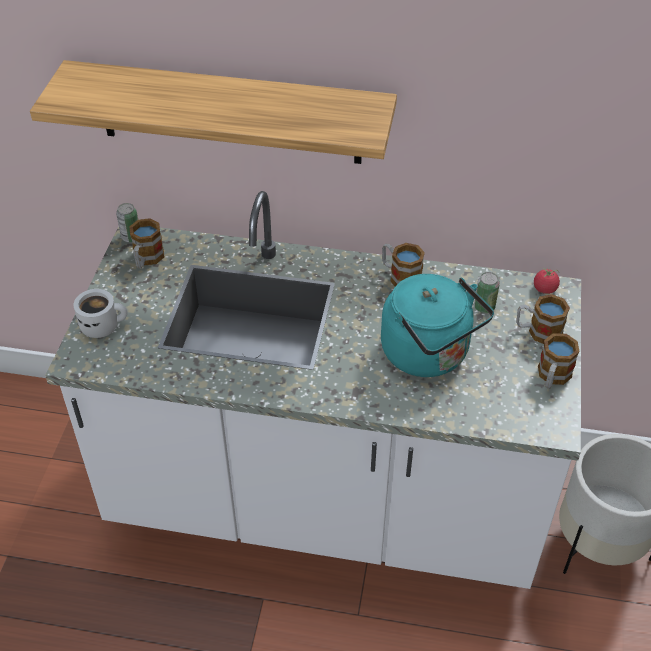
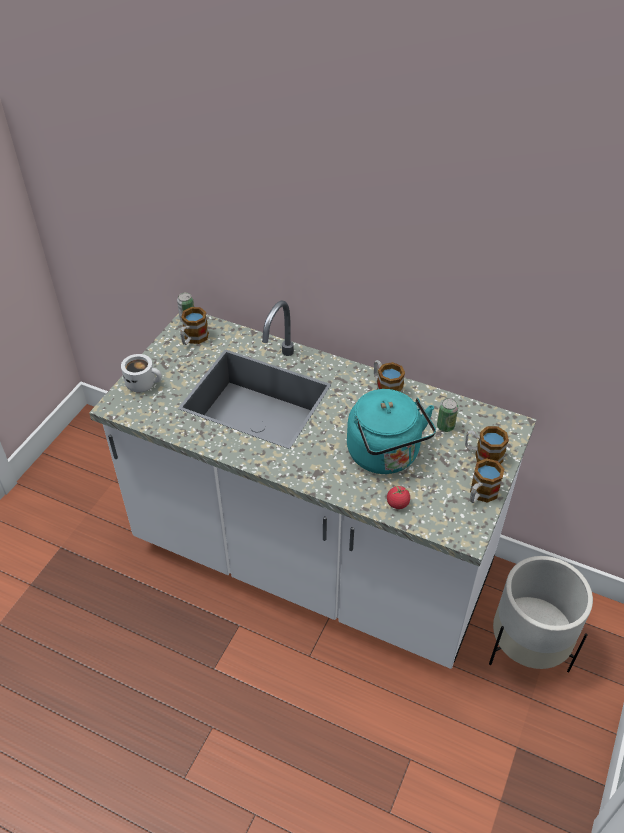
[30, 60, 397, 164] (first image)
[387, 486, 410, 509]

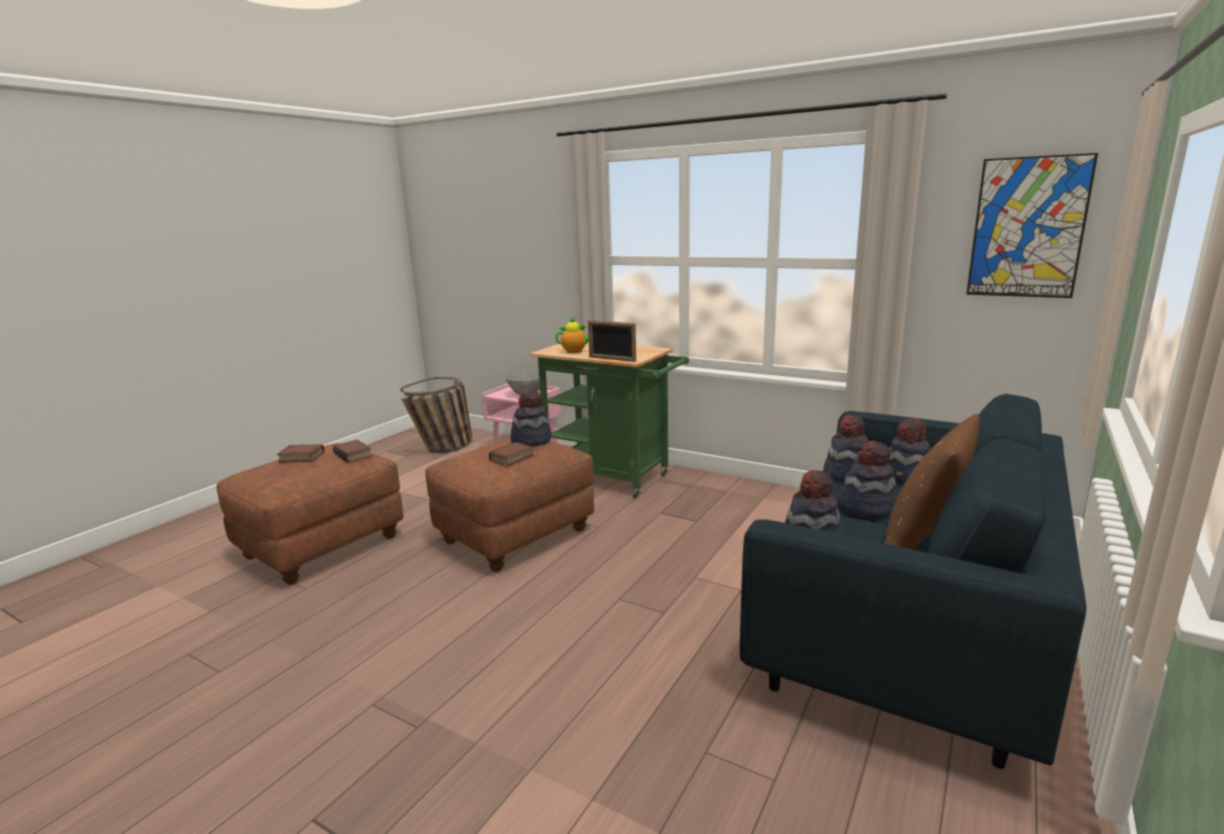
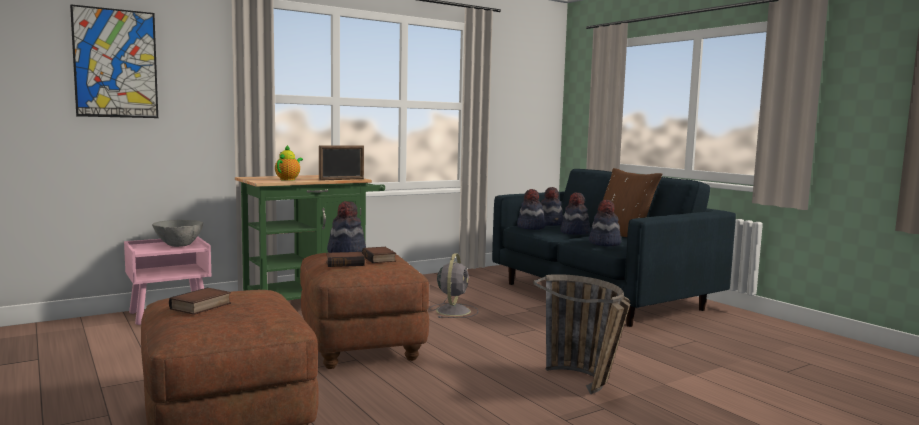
[70, 4, 158, 118]
[533, 274, 630, 394]
[326, 252, 365, 267]
[429, 253, 479, 318]

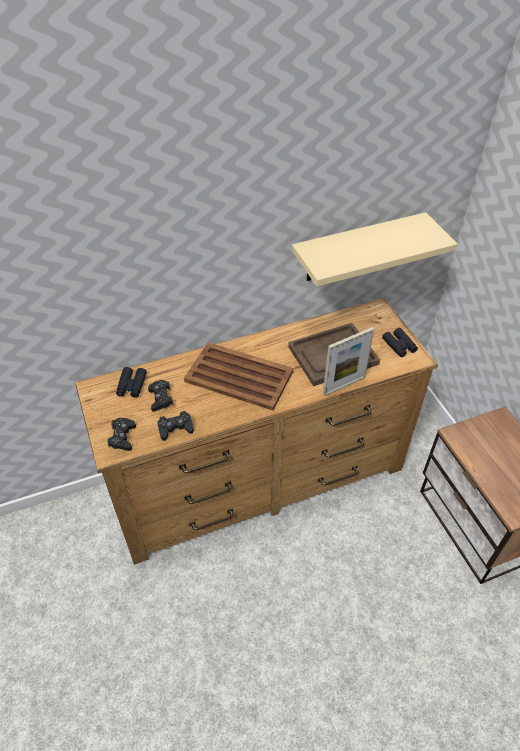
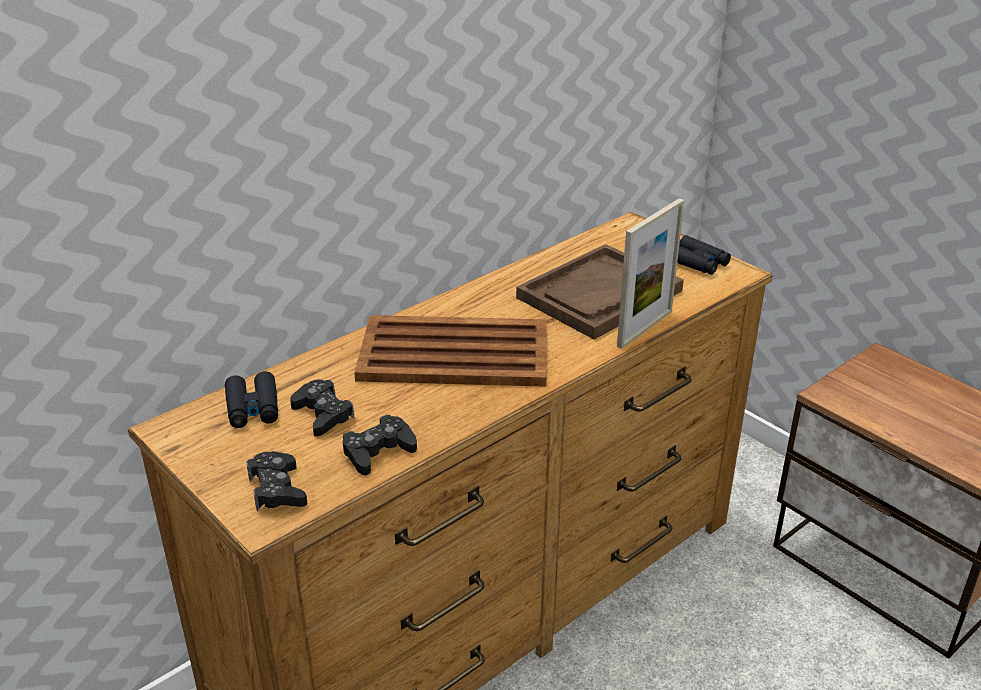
[292, 212, 458, 287] (first image)

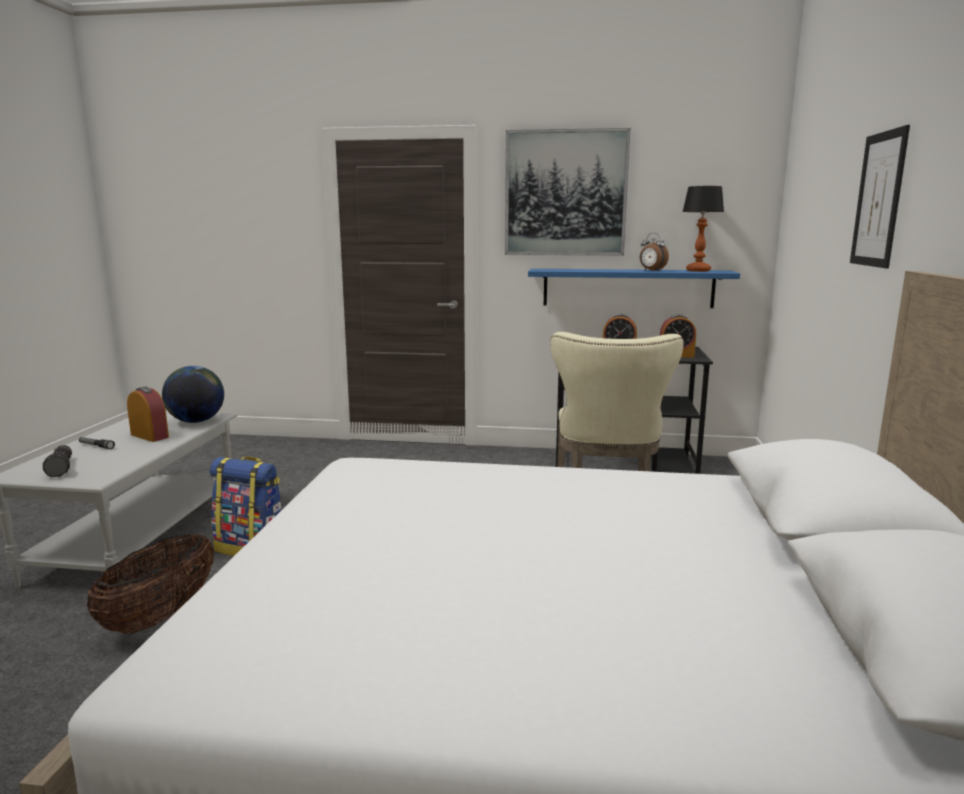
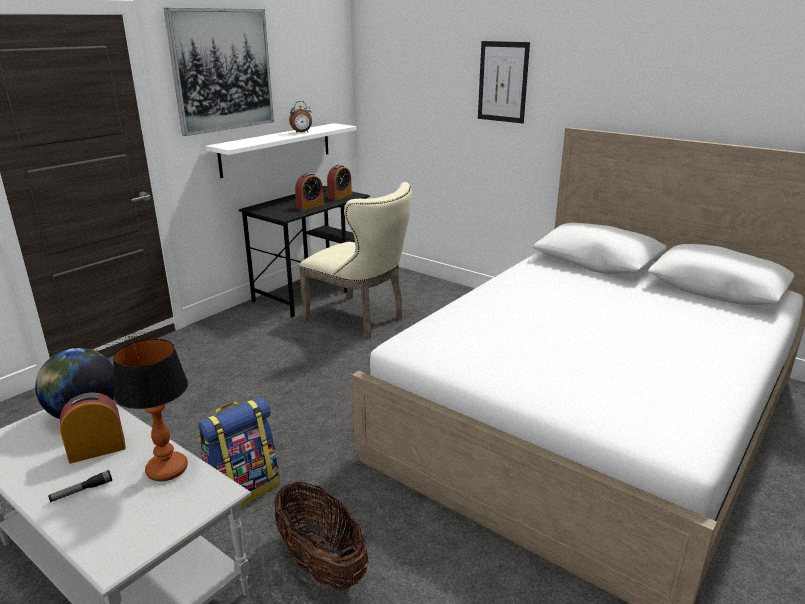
[113, 339, 188, 481]
[205, 123, 356, 178]
[43, 445, 72, 477] (first image)

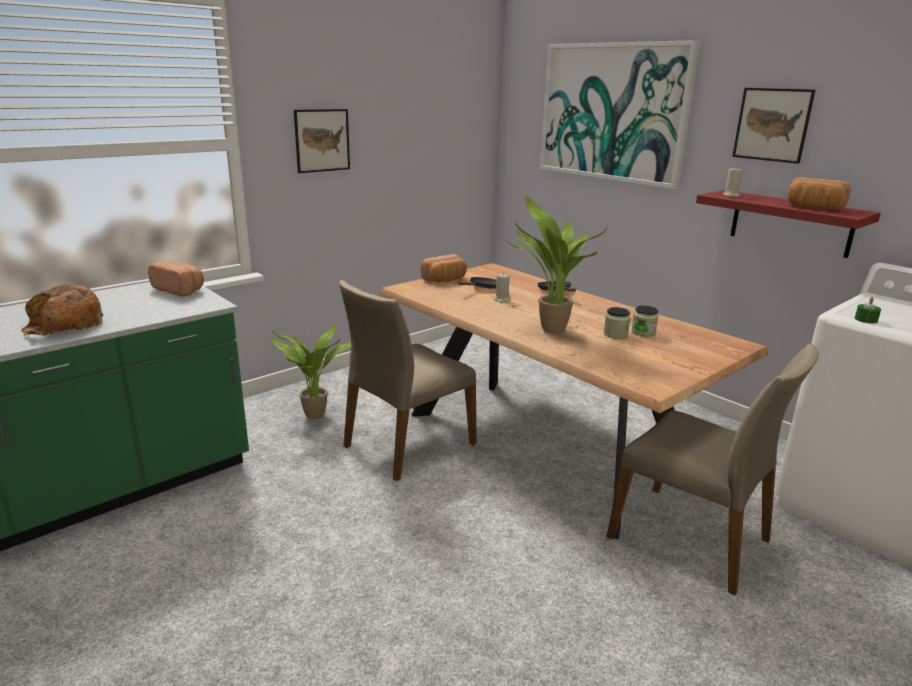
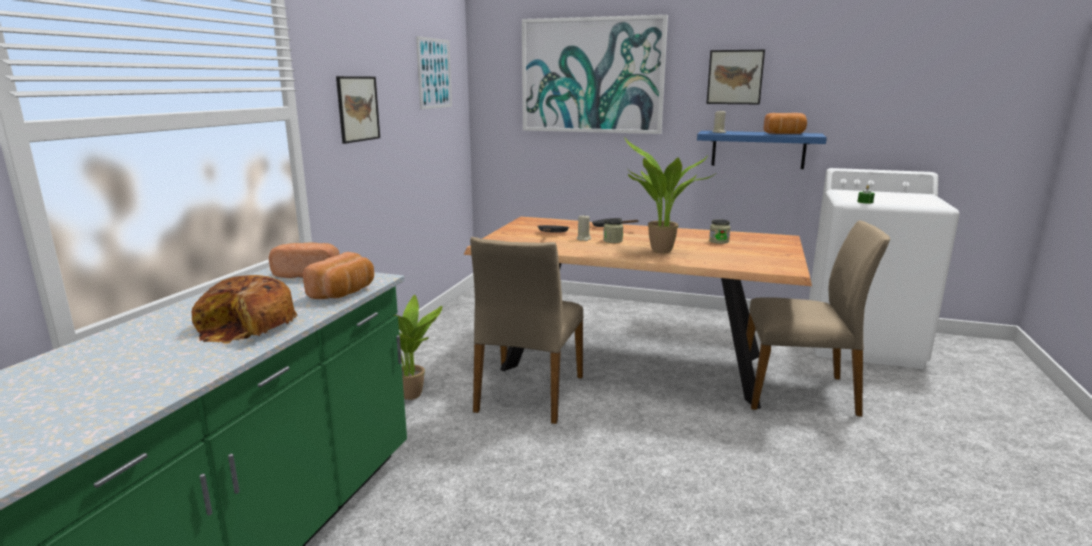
[697, 131, 827, 169]
[303, 252, 374, 299]
[603, 219, 623, 243]
[416, 36, 452, 109]

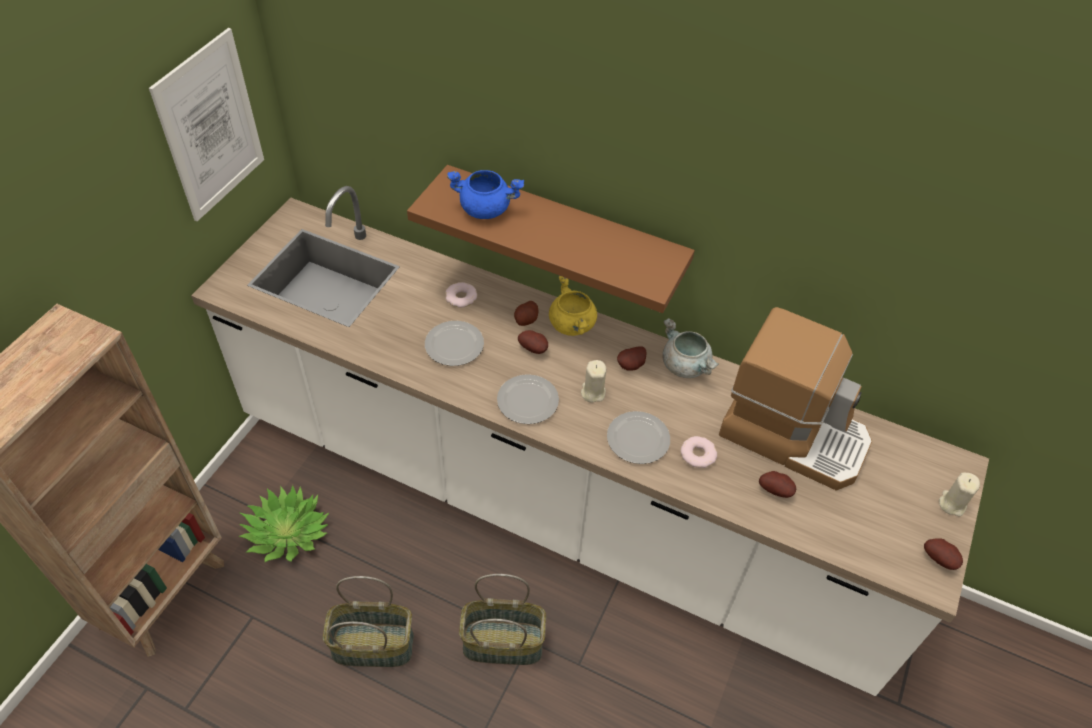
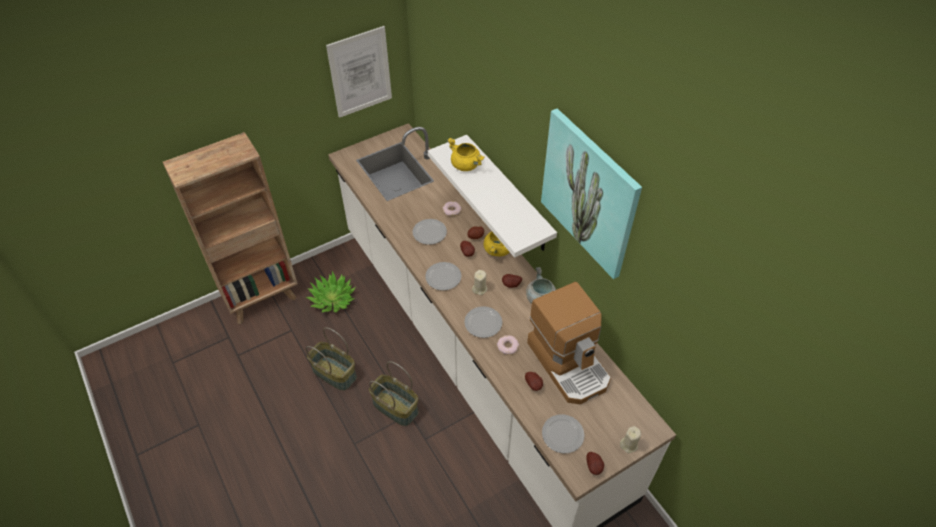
[428, 135, 557, 258]
[447, 138, 485, 171]
[541, 108, 642, 279]
[542, 414, 584, 453]

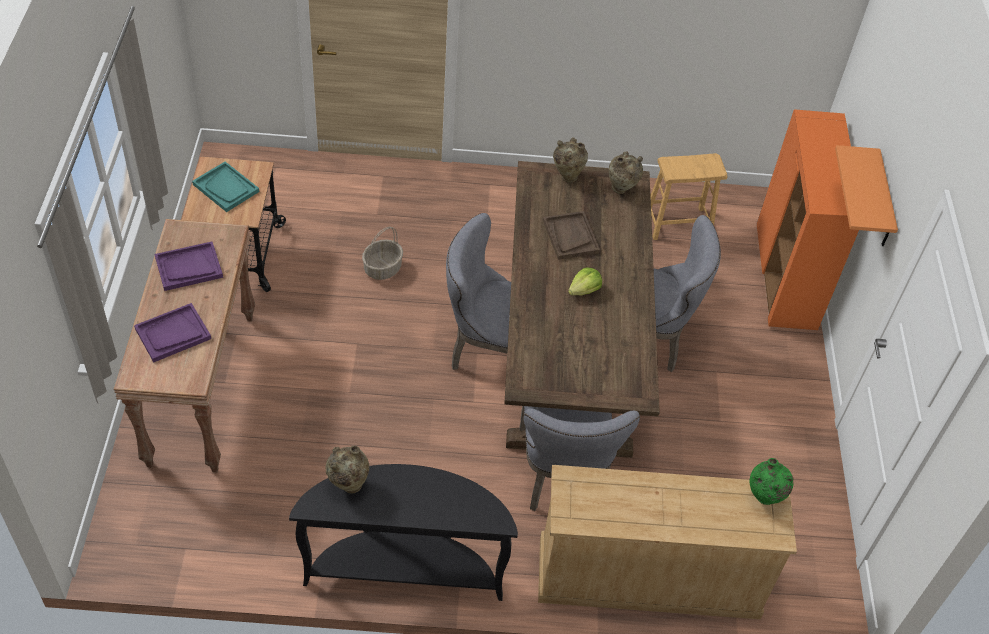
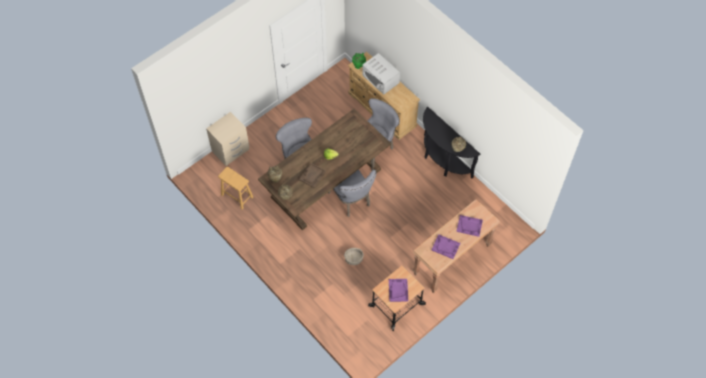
[206, 112, 249, 166]
[835, 145, 898, 246] (first image)
[389, 279, 408, 302]
[363, 53, 400, 95]

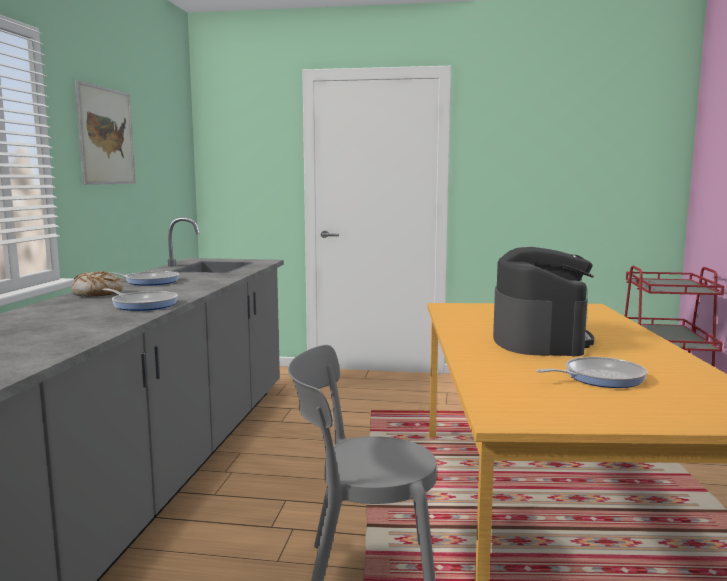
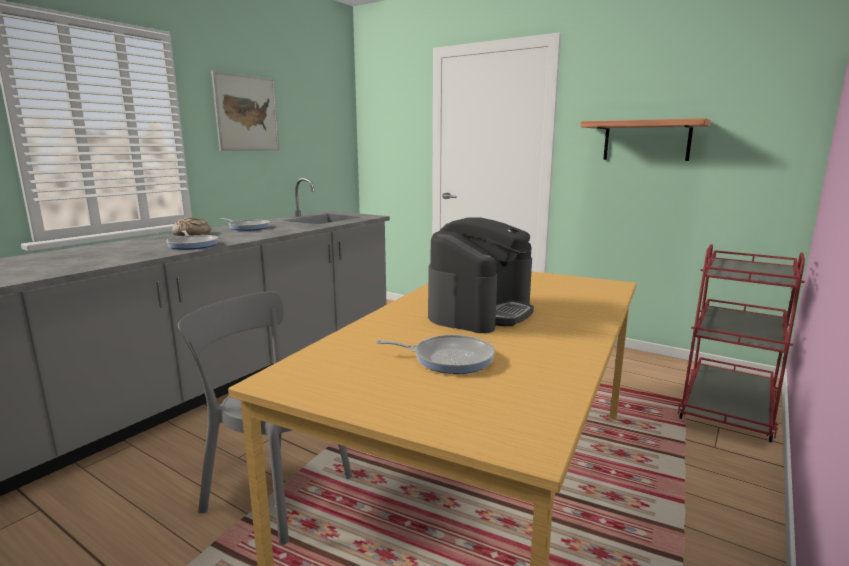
[580, 118, 711, 161]

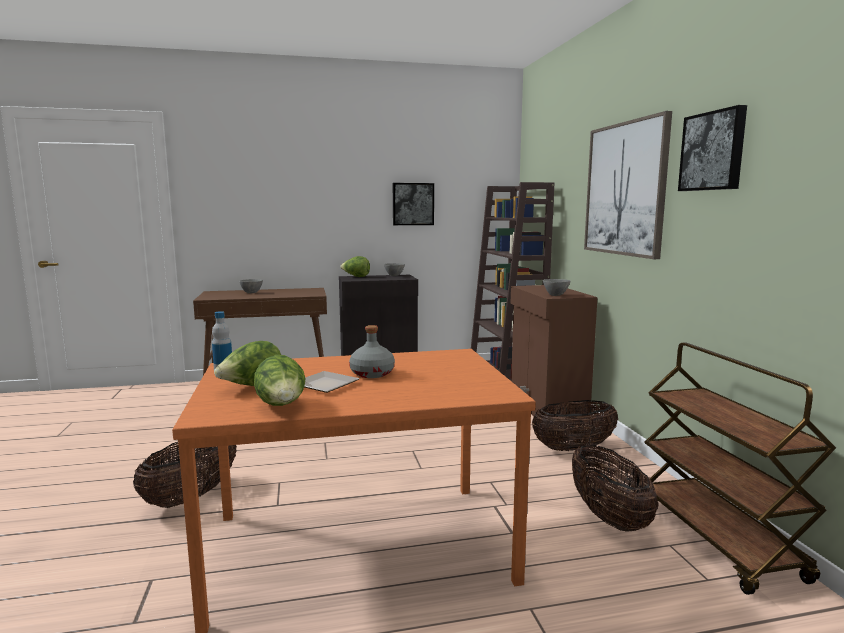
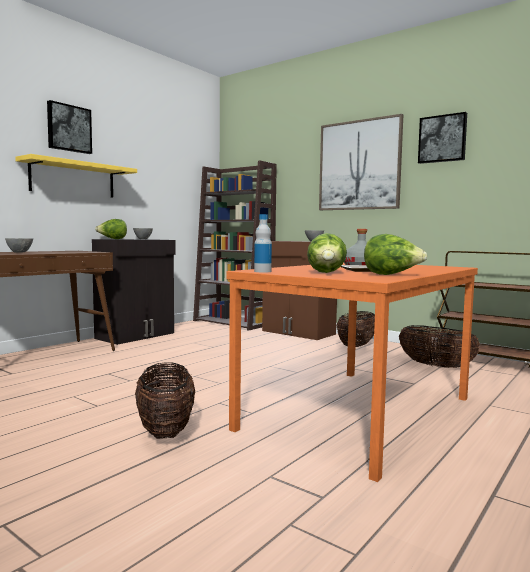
[47, 100, 92, 154]
[15, 154, 137, 198]

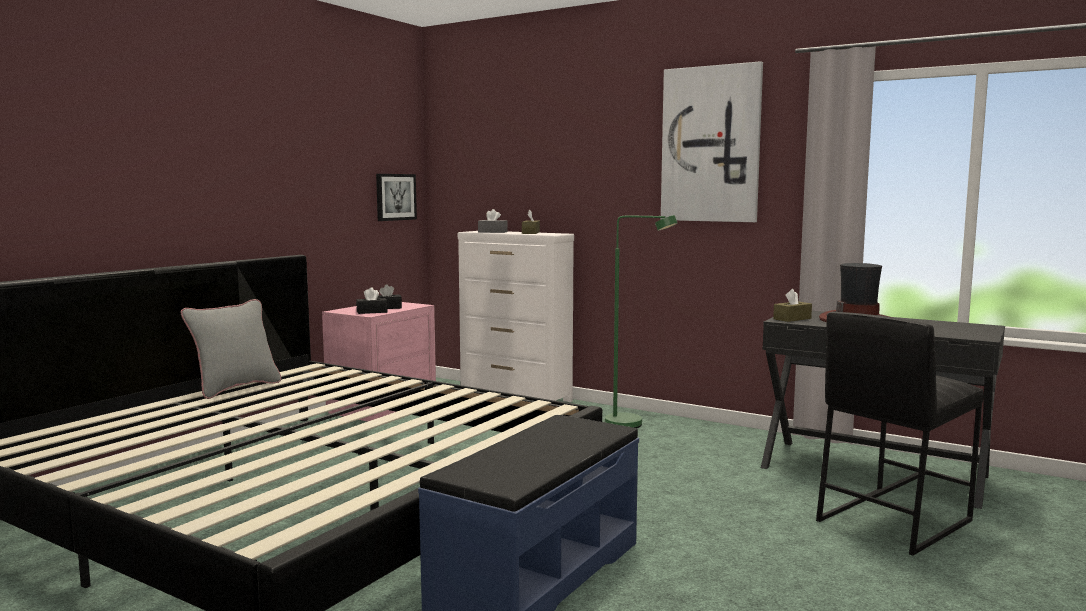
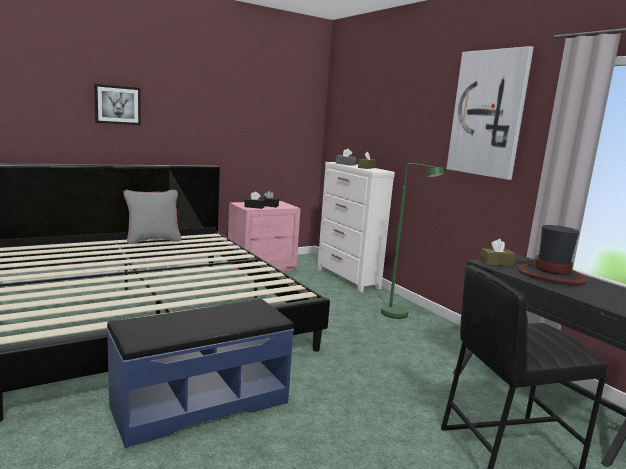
[94, 84, 141, 125]

